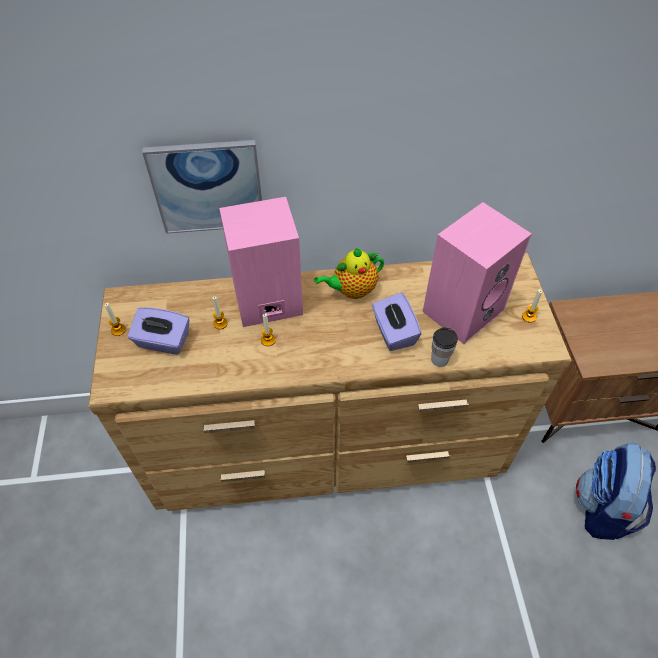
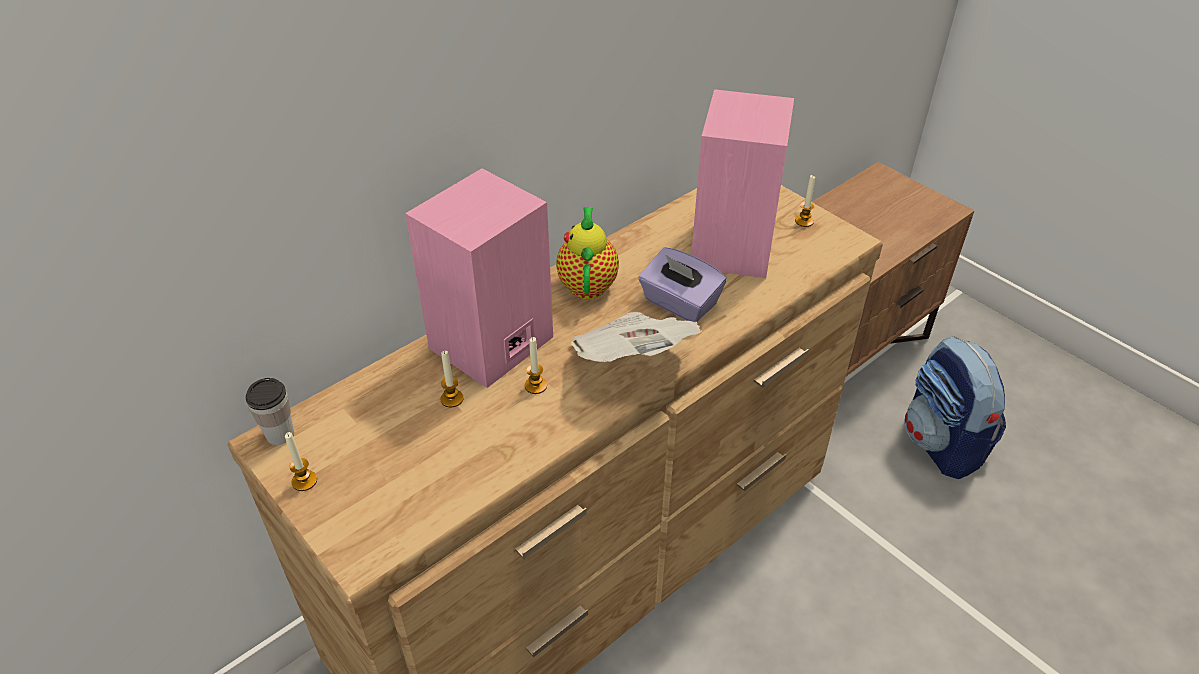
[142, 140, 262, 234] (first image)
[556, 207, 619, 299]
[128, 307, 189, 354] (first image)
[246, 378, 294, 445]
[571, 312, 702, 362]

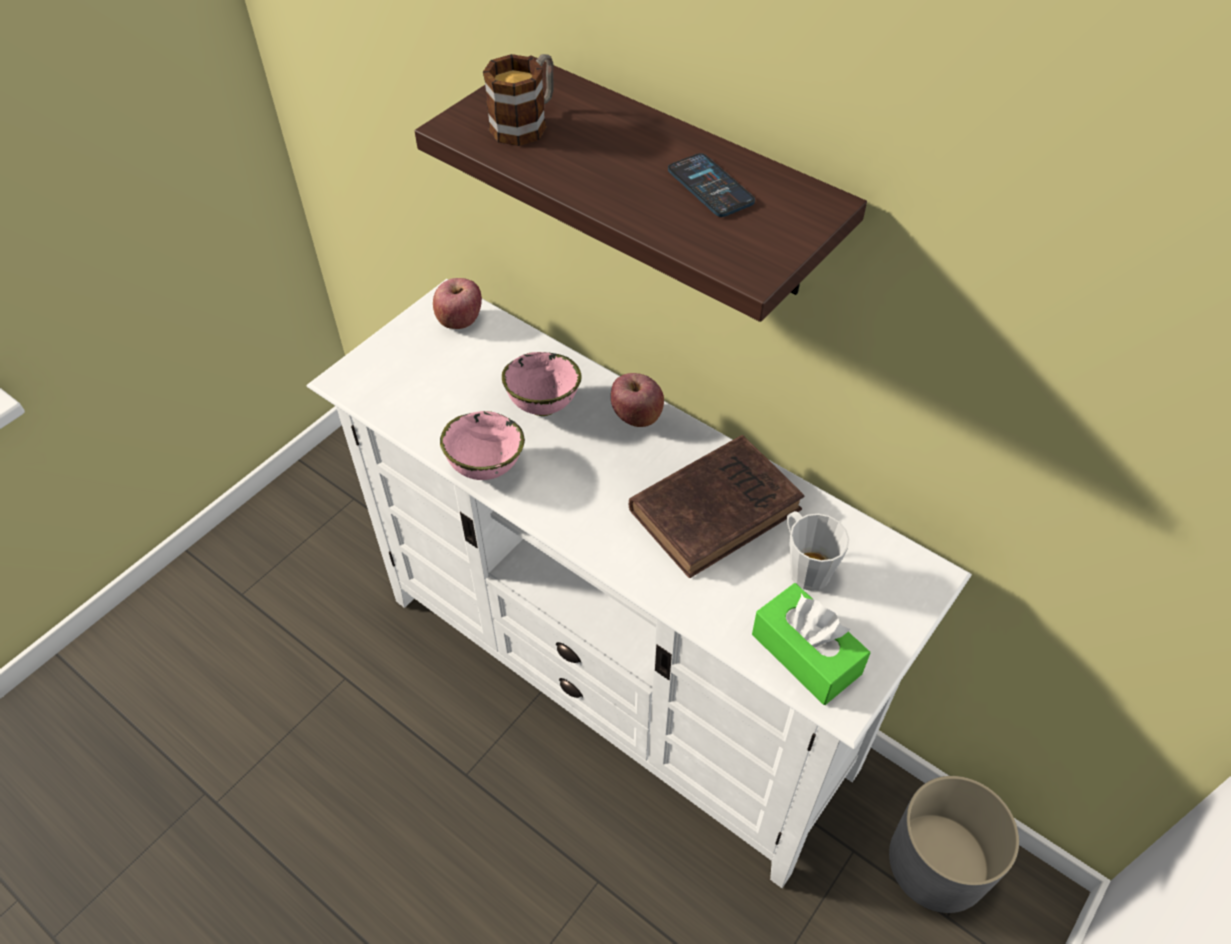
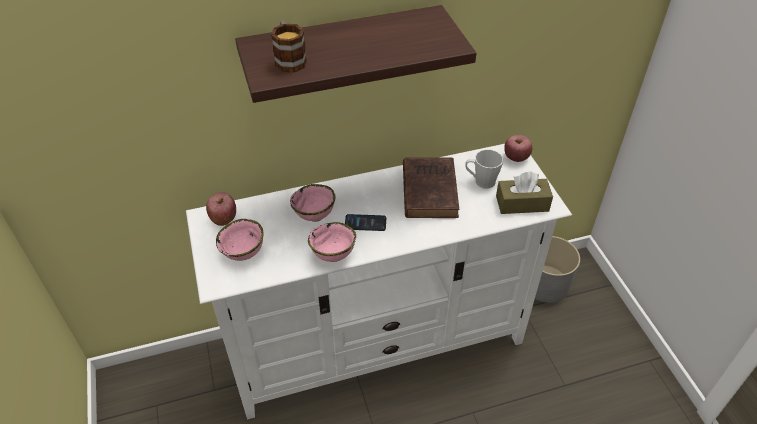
[345, 214, 386, 231]
[504, 135, 532, 162]
[496, 171, 553, 214]
[216, 219, 264, 261]

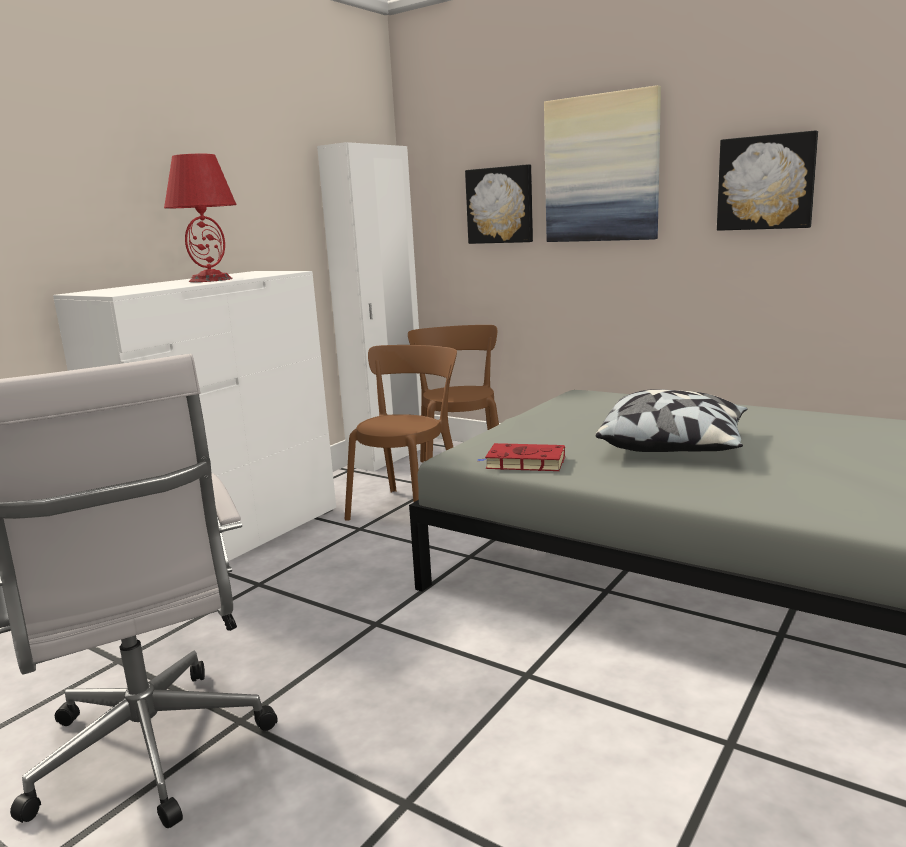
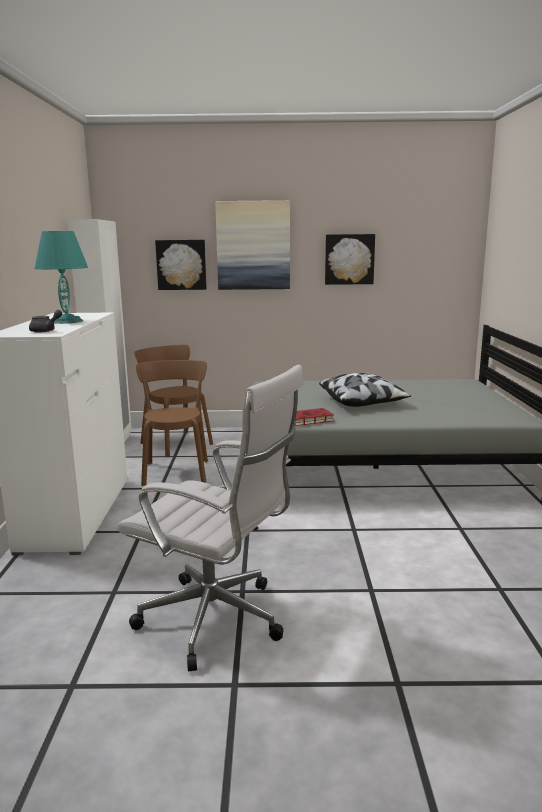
[34, 231, 88, 324]
[29, 310, 62, 333]

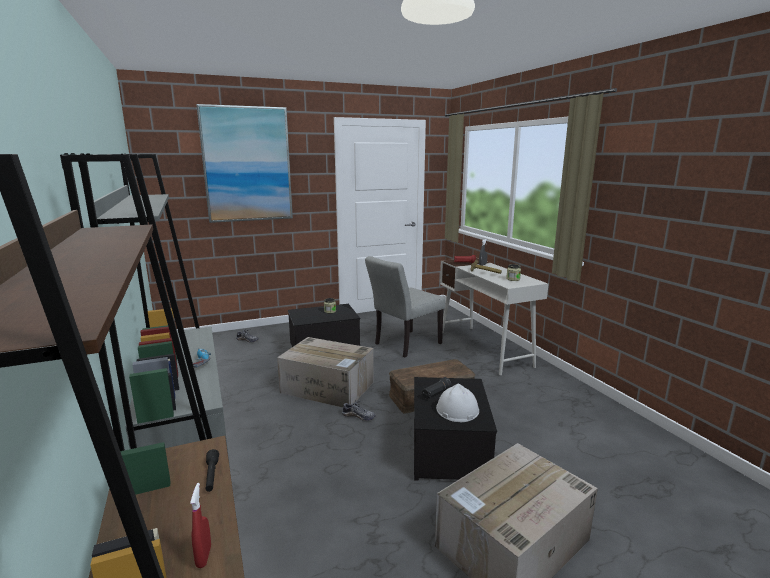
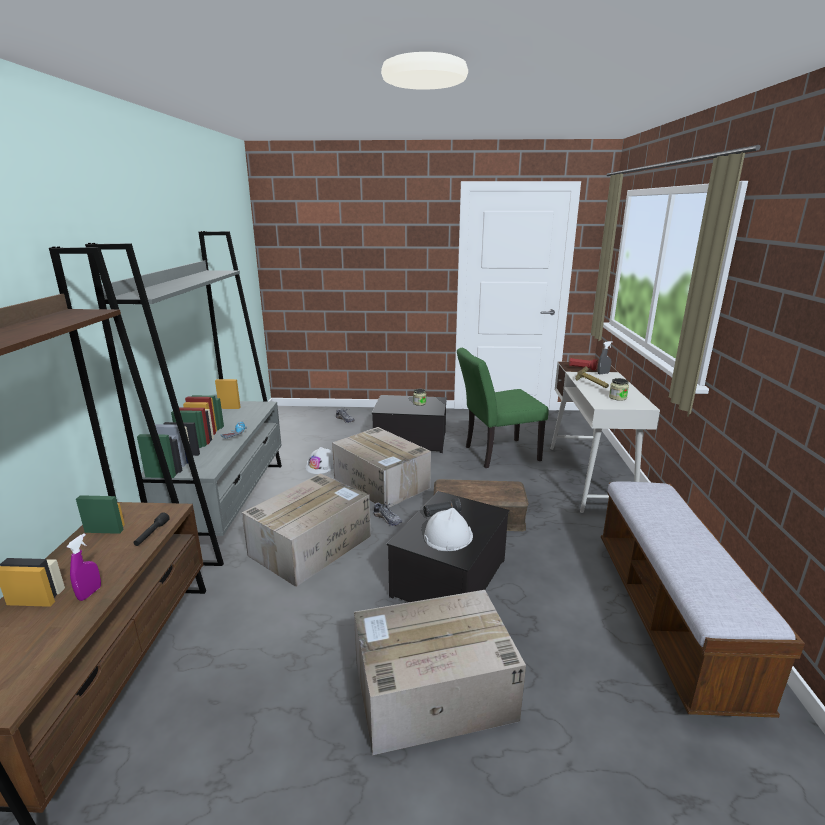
[196, 104, 293, 223] (first image)
[457, 348, 549, 468]
[67, 533, 101, 601]
[305, 447, 334, 474]
[242, 474, 371, 587]
[601, 481, 805, 718]

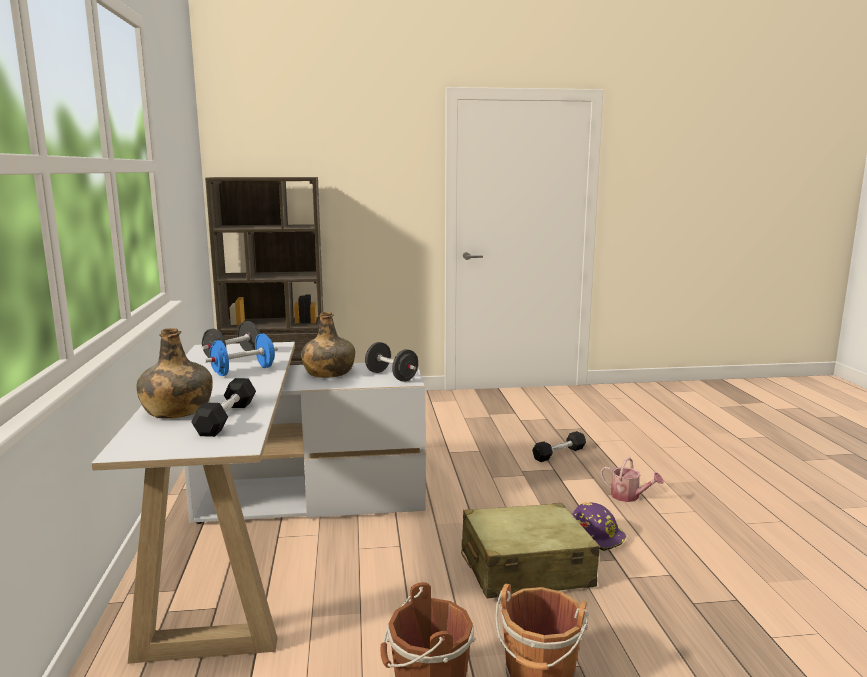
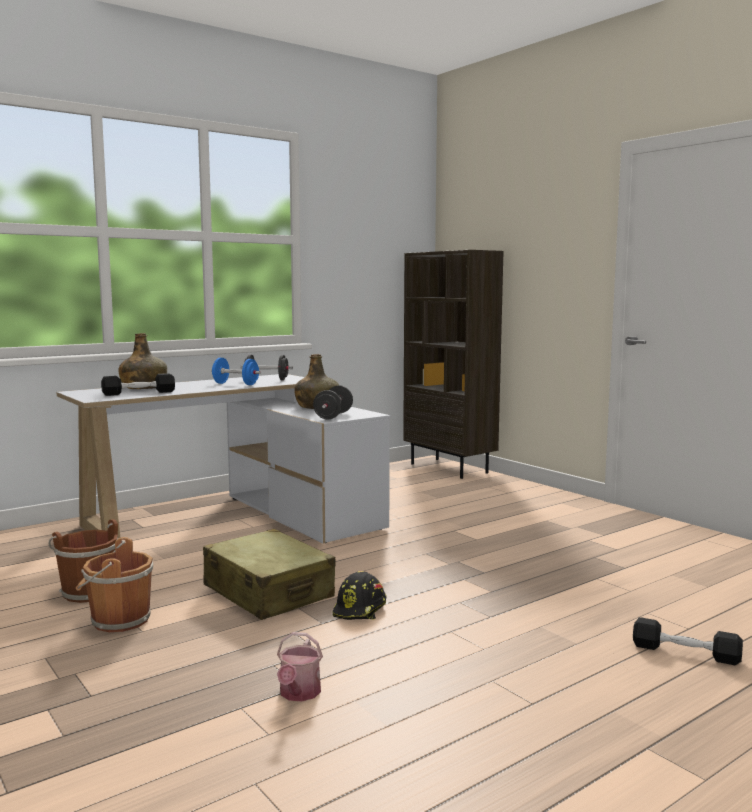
[633, 617, 743, 665]
[277, 632, 323, 701]
[333, 571, 386, 620]

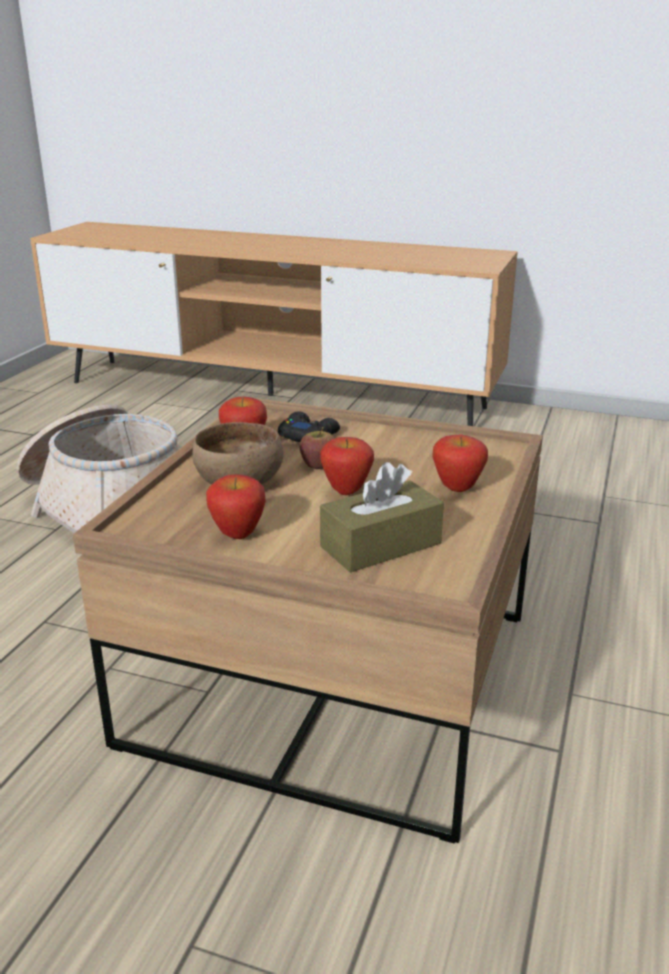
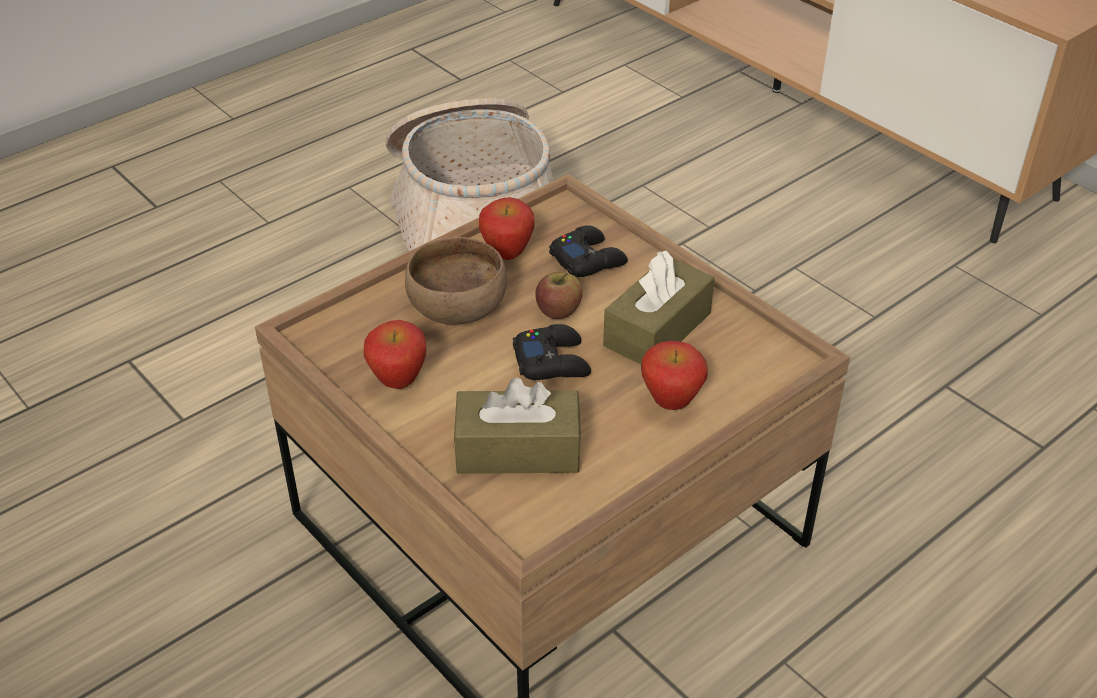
[513, 324, 591, 380]
[603, 251, 715, 365]

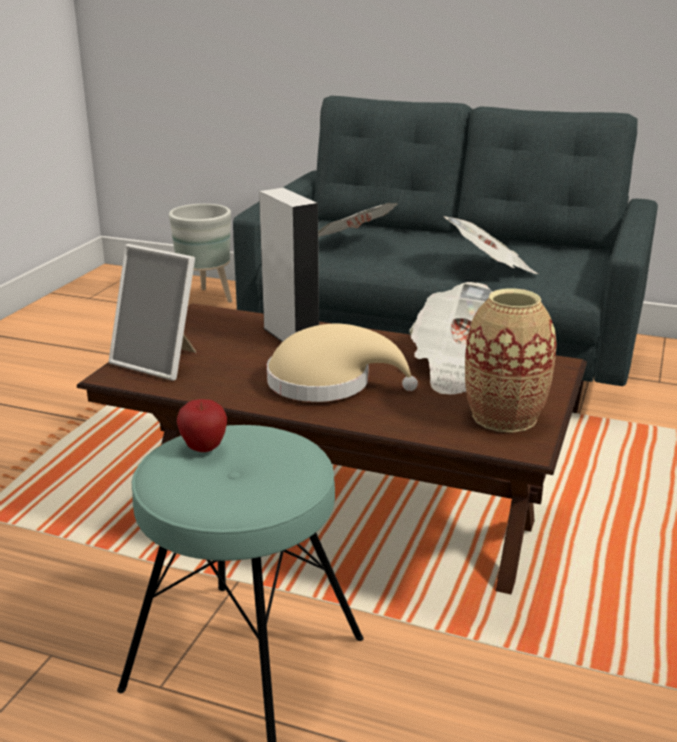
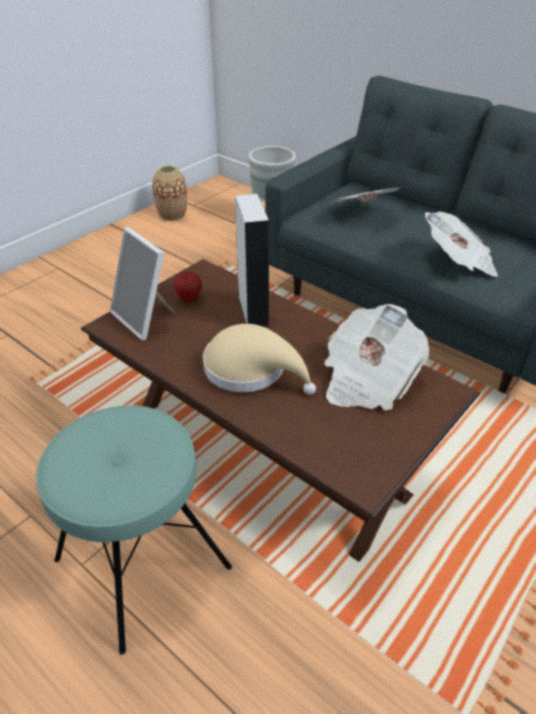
[152, 164, 187, 221]
[174, 272, 202, 302]

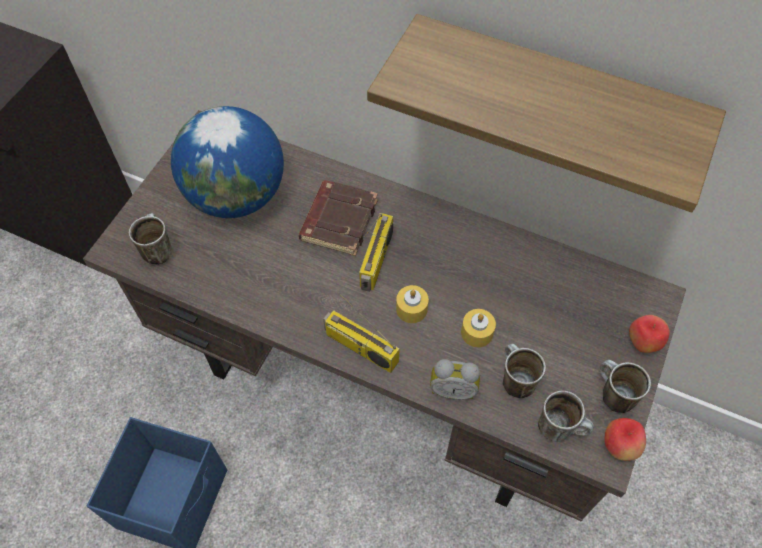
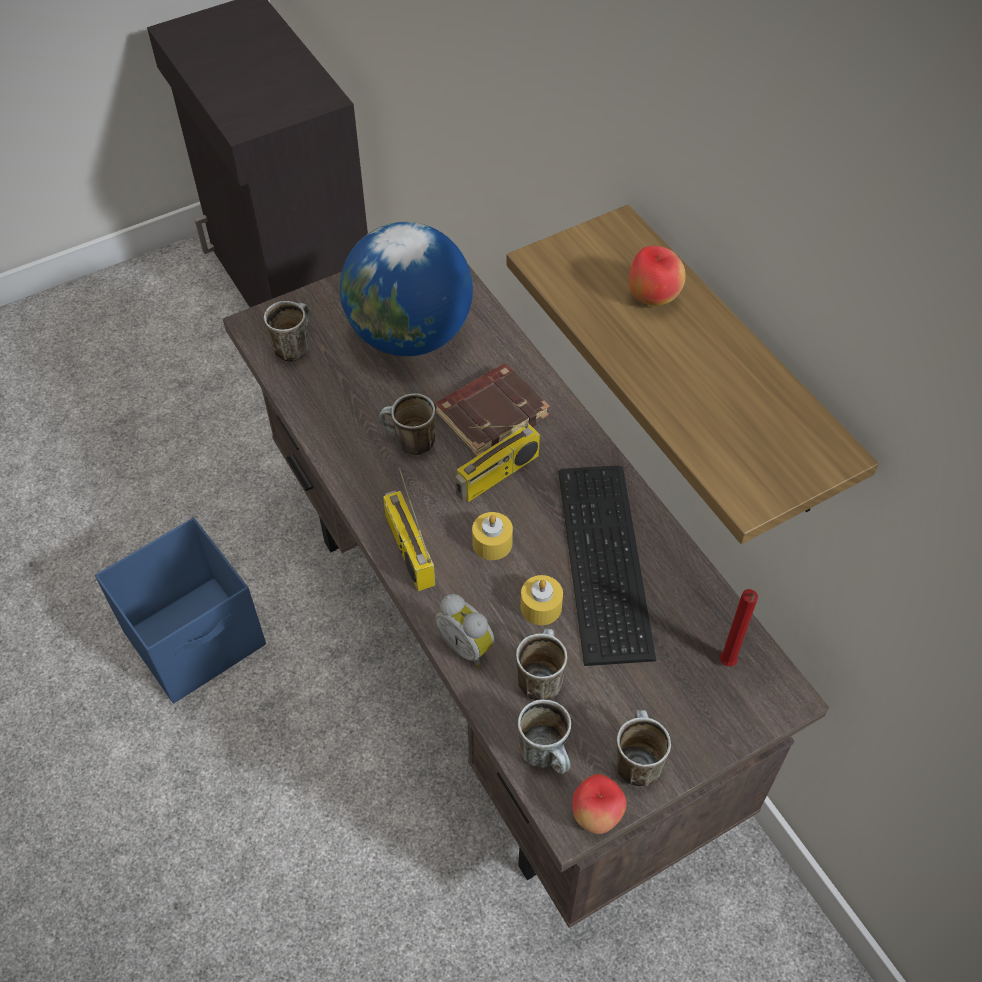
[629, 246, 686, 306]
[379, 393, 436, 456]
[558, 466, 656, 666]
[720, 589, 758, 666]

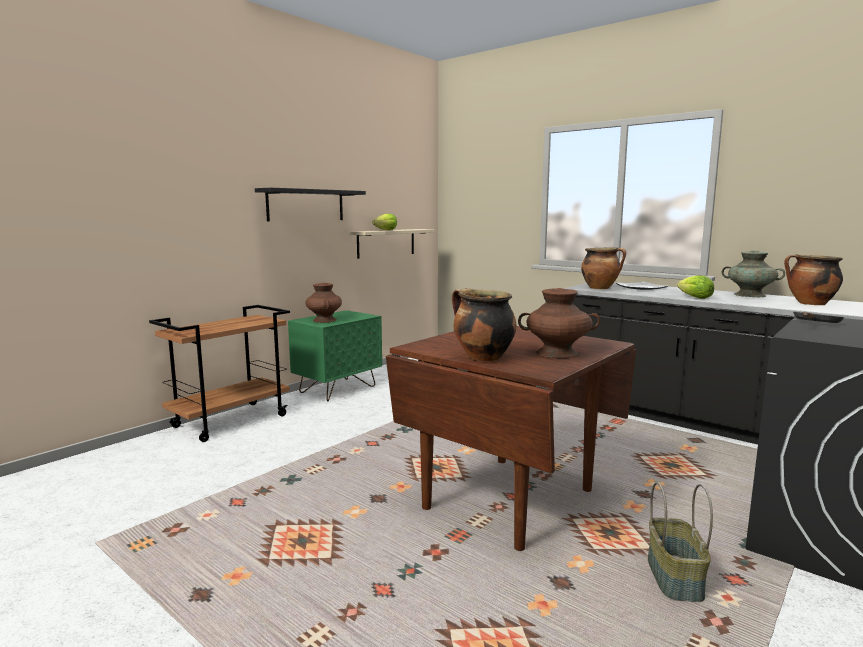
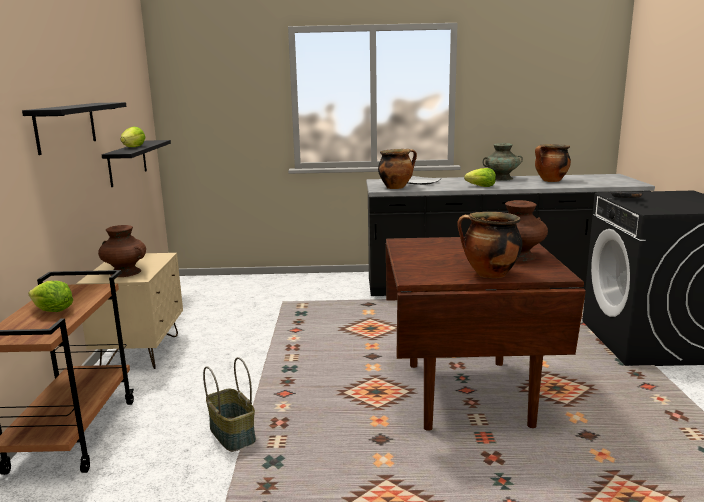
[102, 140, 171, 187]
[76, 253, 183, 369]
[203, 357, 256, 452]
[28, 281, 73, 312]

